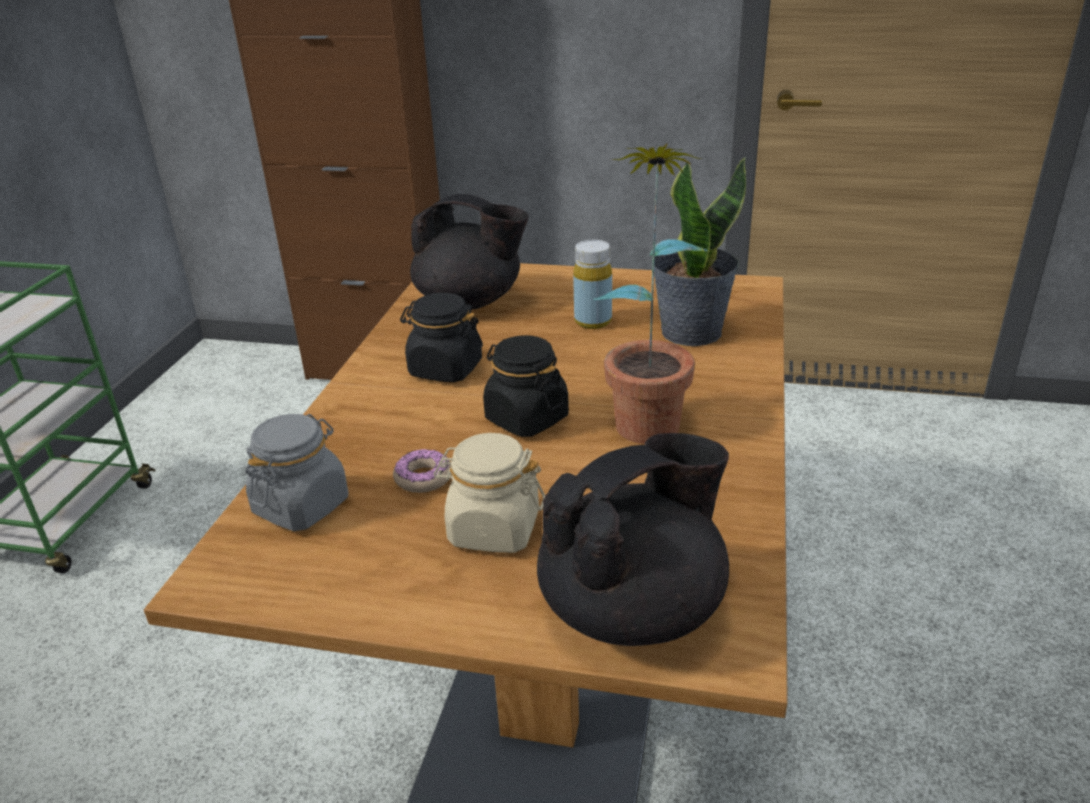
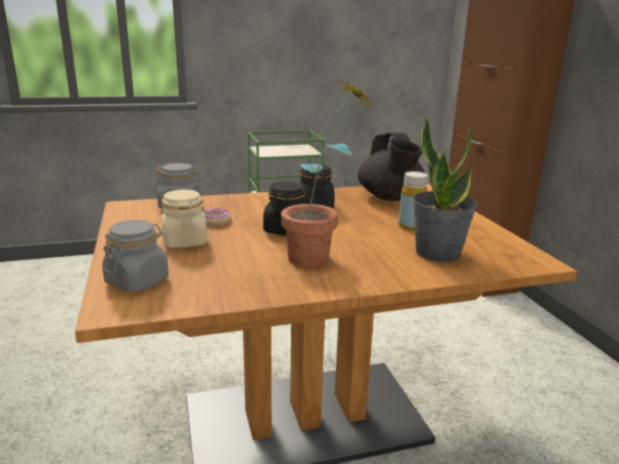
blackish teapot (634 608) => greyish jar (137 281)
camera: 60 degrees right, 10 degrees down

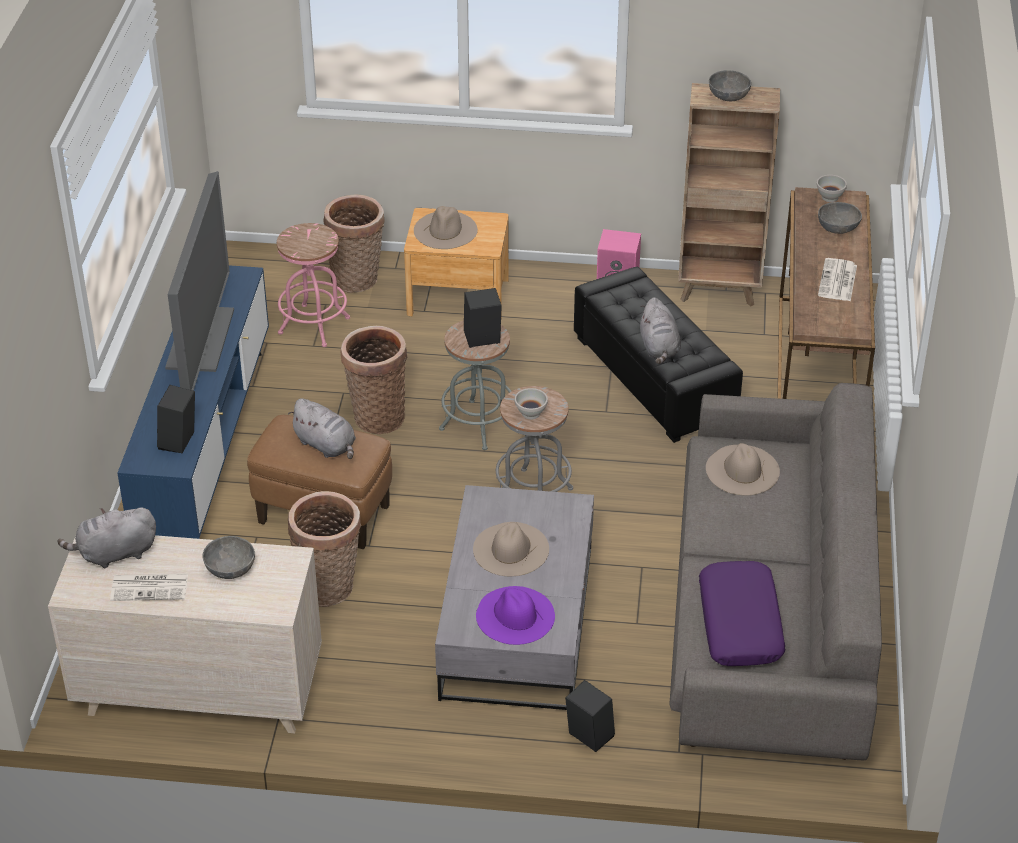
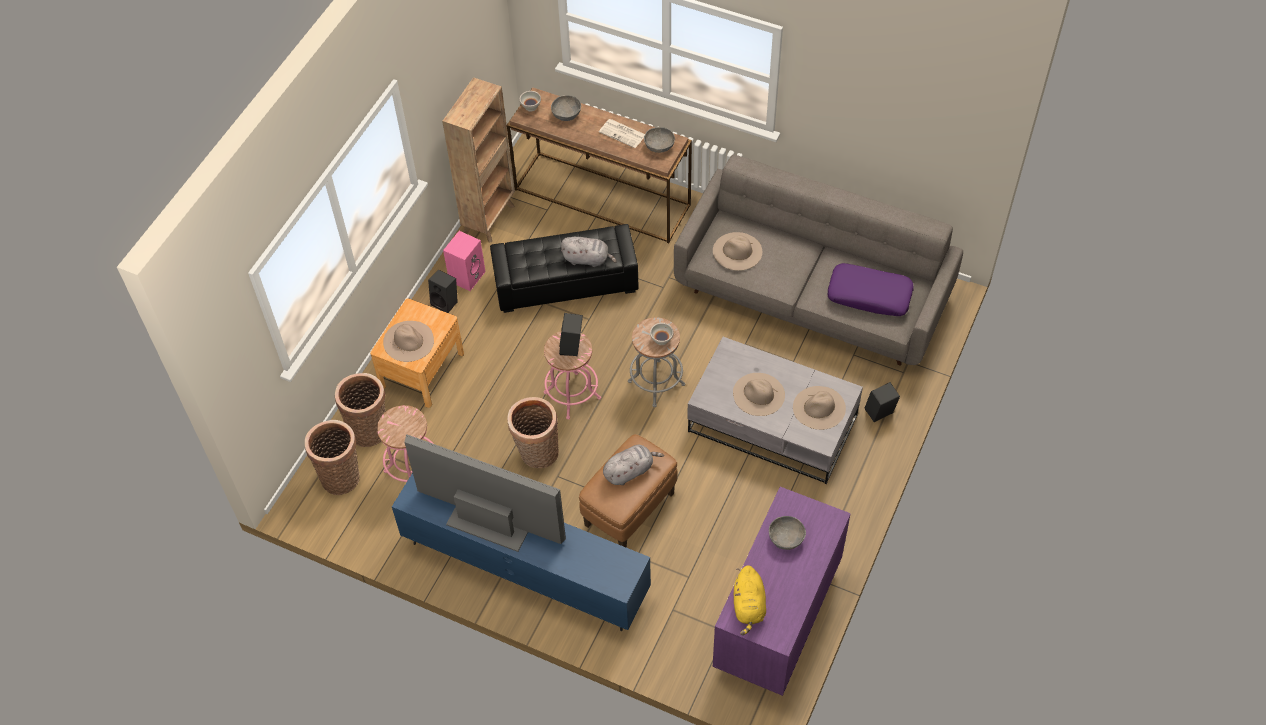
storage basket (329 587) => storage basket (341 476), relocated
blackish speaker (179 442) => blackish speaker (446 302), relocated
greyish stool (478 425) => pinkish stool (572 395)
greyish serving bowl (728 96) => greyish serving bowl (659 146), relocated
beige-coloured dresser (198 692) => purplish dresser (777 620)
greyish plush toy (114 554) => yellow-coloured plush toy (749 606)
purplish wearable hat (515 615) => beige-coloured wearable hat (819 408)
printed paper (151 587) => nothing
camera: 70 degrees left, 15 degrees up

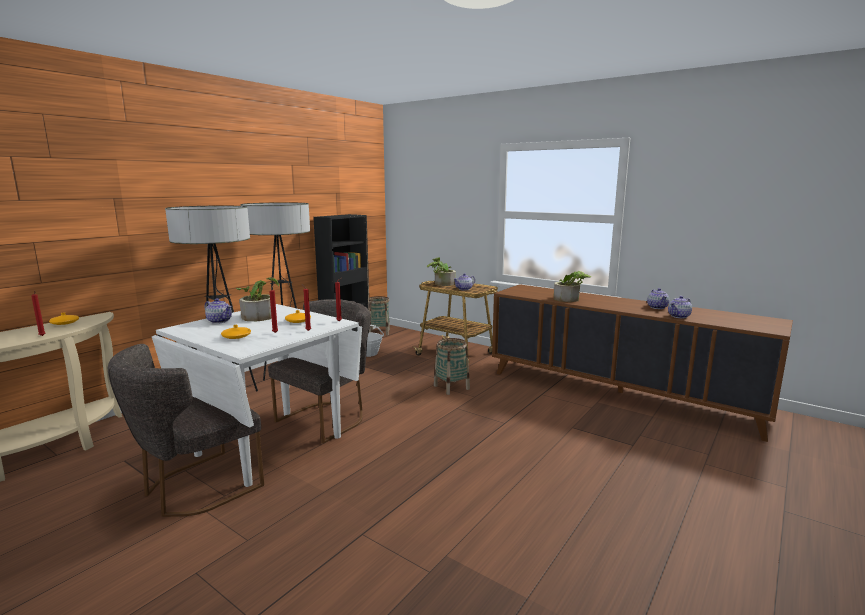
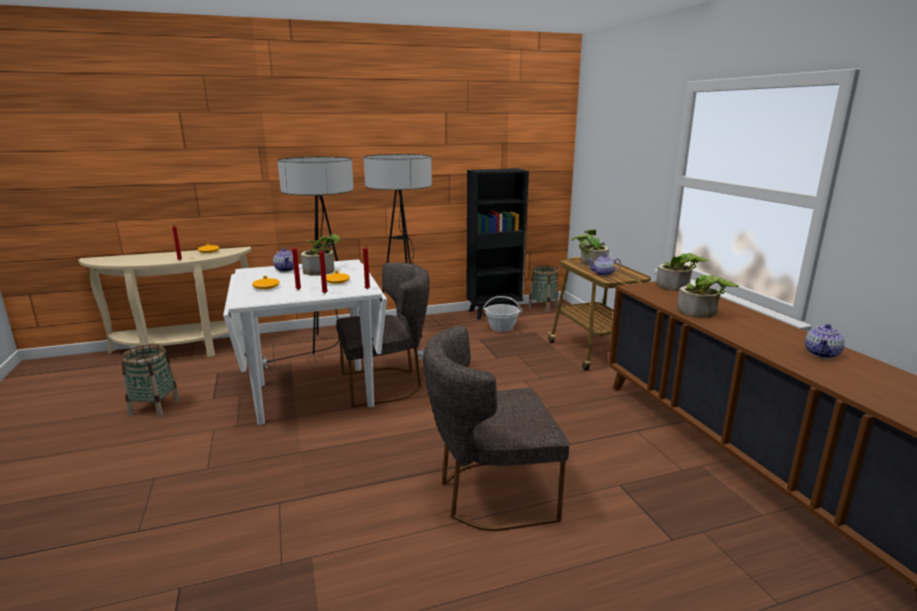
storage basket (451 387) => storage basket (154 407), relocated
greyish upright chair (195 488) => greyish upright chair (489 494), relocated
nothing => plant in a pot (677 287)
teapot (679 316) => nothing
camera: 35 degrees right, 5 degrees up

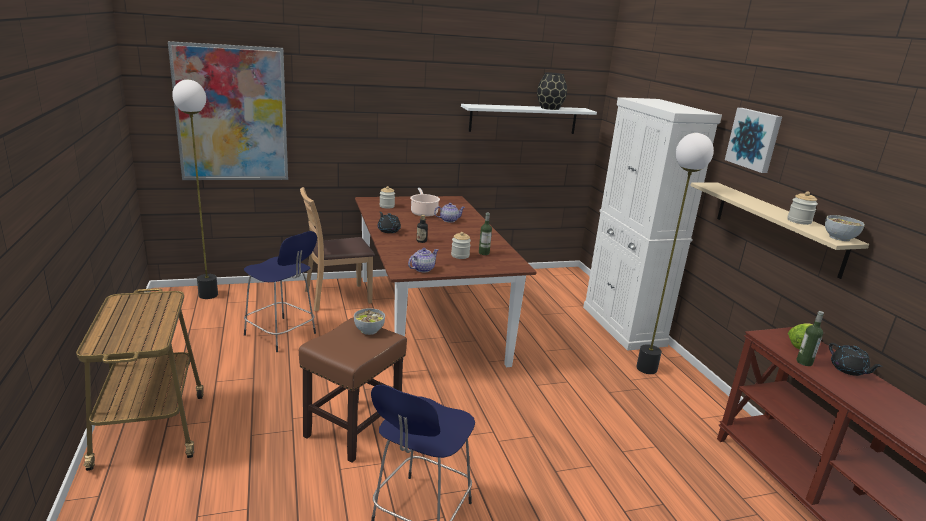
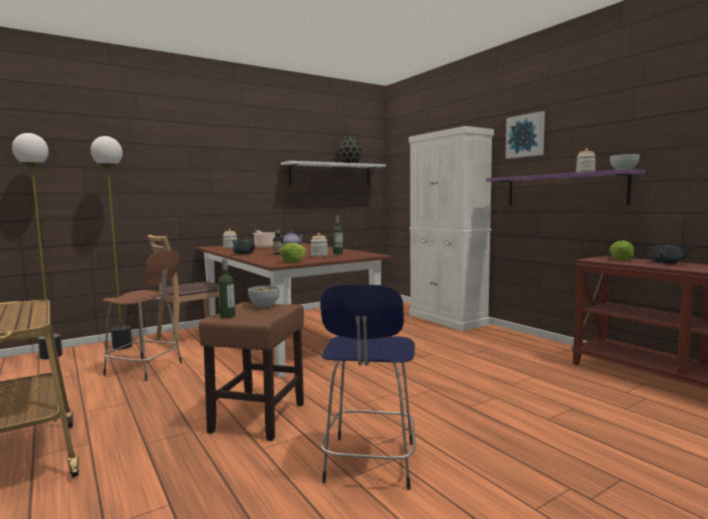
floor lamp (646 369) => floor lamp (122 347), relocated
blue stool (282 335) => brownish stool (146 369)
bottle (804 362) => bottle (227 316), relocated
teapot (422 269) => lettuce (294 261)
beige-coloured bracket shelf (777 227) => purplish bracket shelf (563 190)
wall picture (232 114) => nothing
camera: 15 degrees left, 15 degrees down

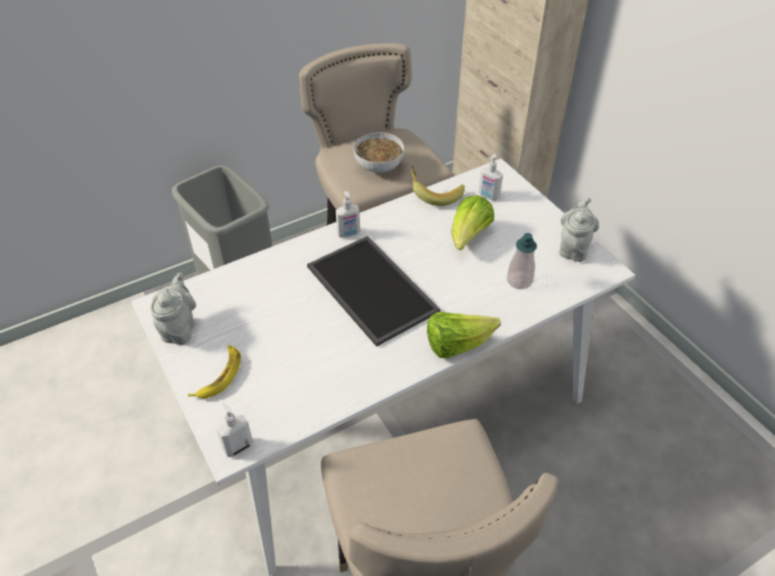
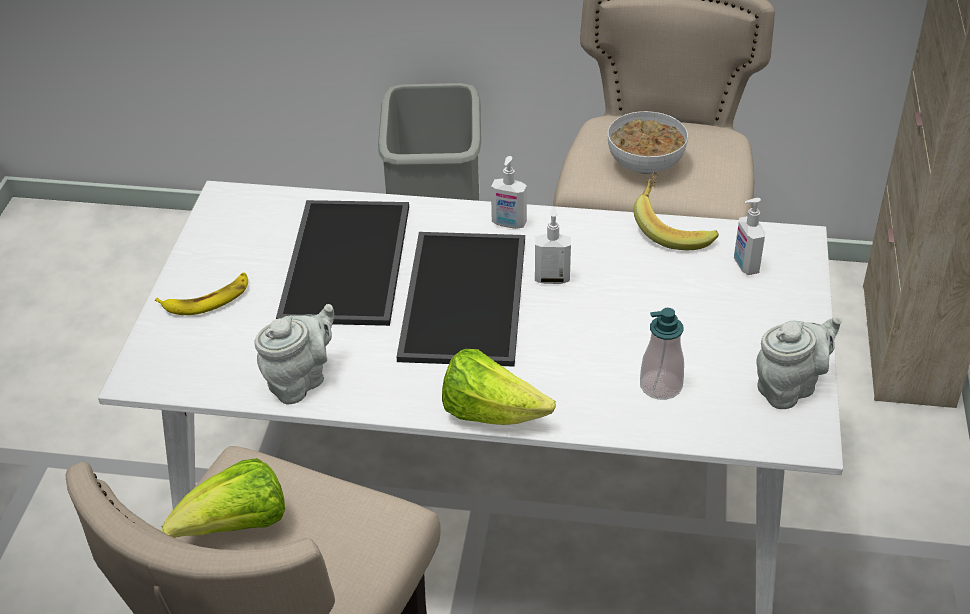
lettuce (469 237) => lettuce (237 527), relocated
greyish teapot (179 328) => greyish teapot (300 381), relocated
nothing => tray (349 263)
liquid soap bottle (238 446) => liquid soap bottle (552 278), relocated
camera: 40 degrees right, 5 degrees down

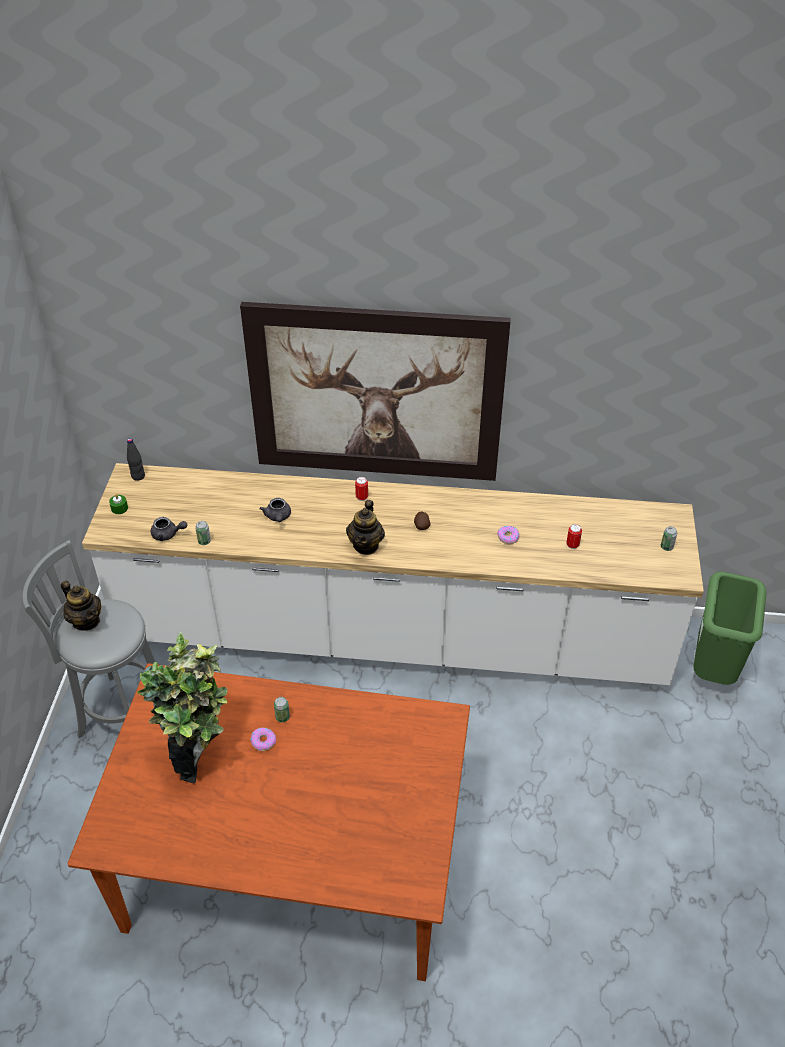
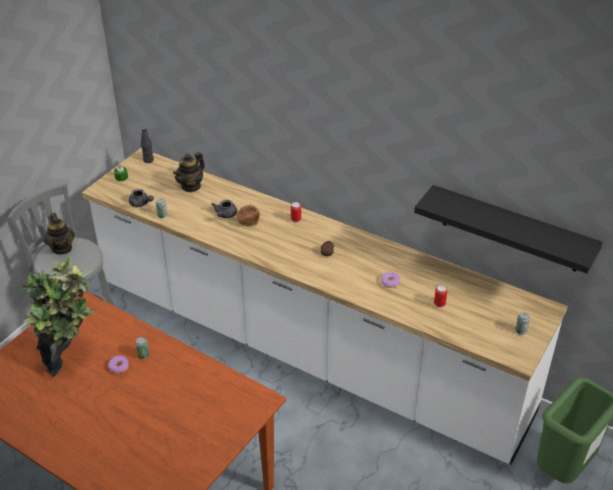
teapot (366 545) => teapot (191 186), relocated
nothing => bakery bread (248 221)
nothing => blackish bracket shelf (511 229)
wall picture (375 394) => nothing
camera: 25 degrees right, 5 degrees down

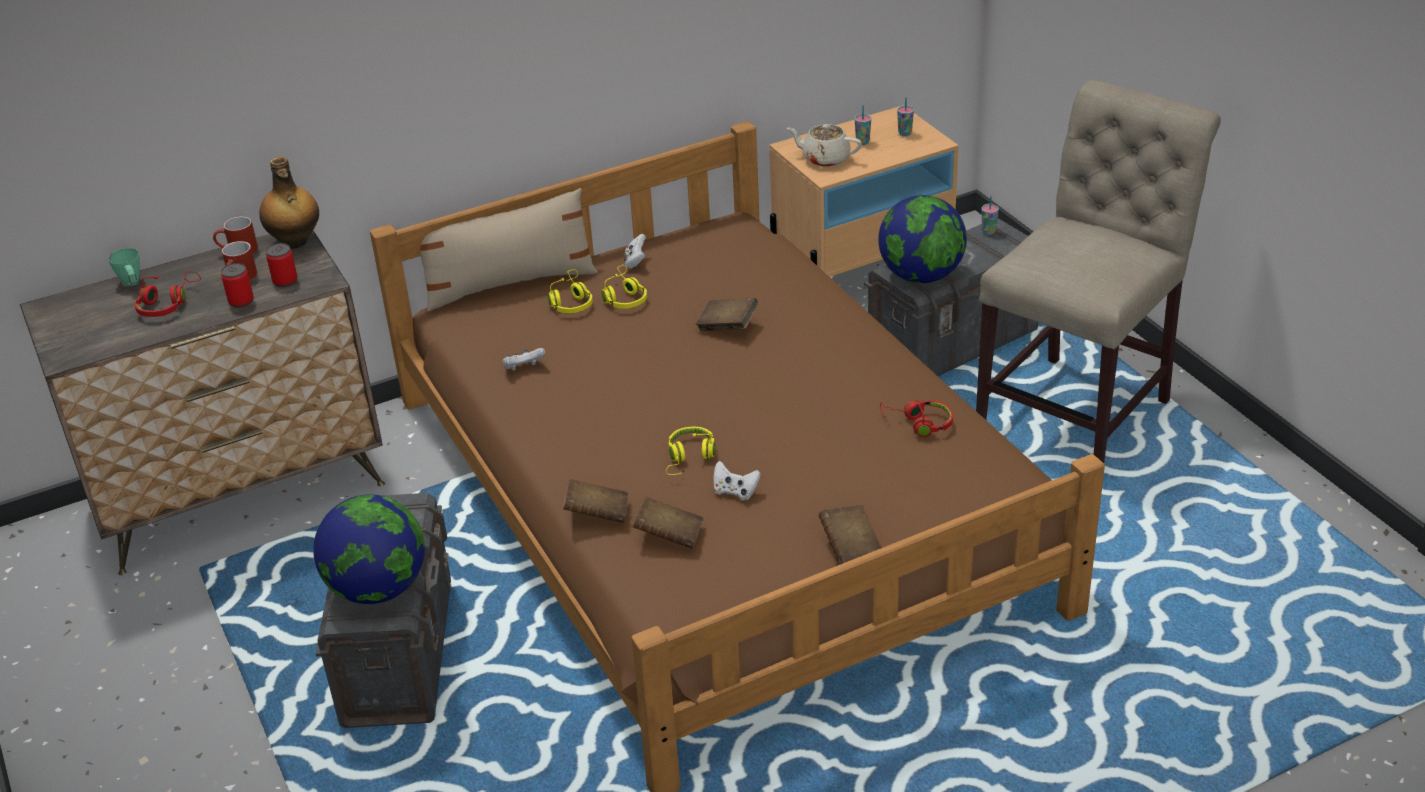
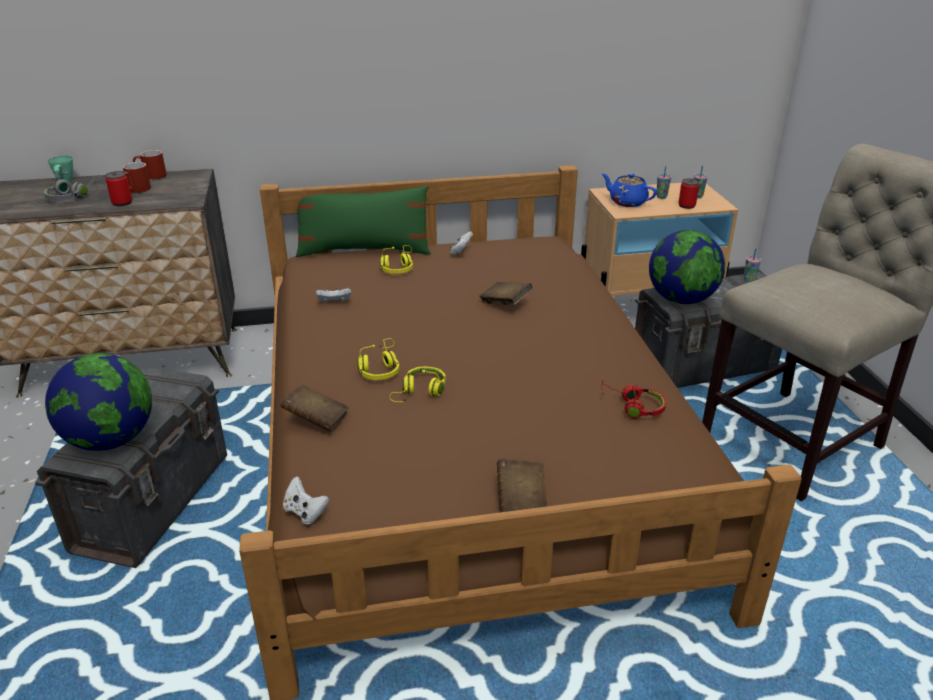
red headphones (167 304) => greyish headphones (73 196)
whitish joypad (735 491) => whitish joypad (305 512), relocated
beige-coloured throw pillow (510 284) => green throw pillow (364 251)
yellow-coloured headphones (624 297) => yellow-coloured headphones (380 368), relocated
beige-coloured teapot (825 158) => blue teapot (627 202)
metal can (285 281) => metal can (686 205), relocated
bottle (295 242) => nothing
brownish bound book (669 536) => nothing
camera: 15 degrees right, 5 degrees down

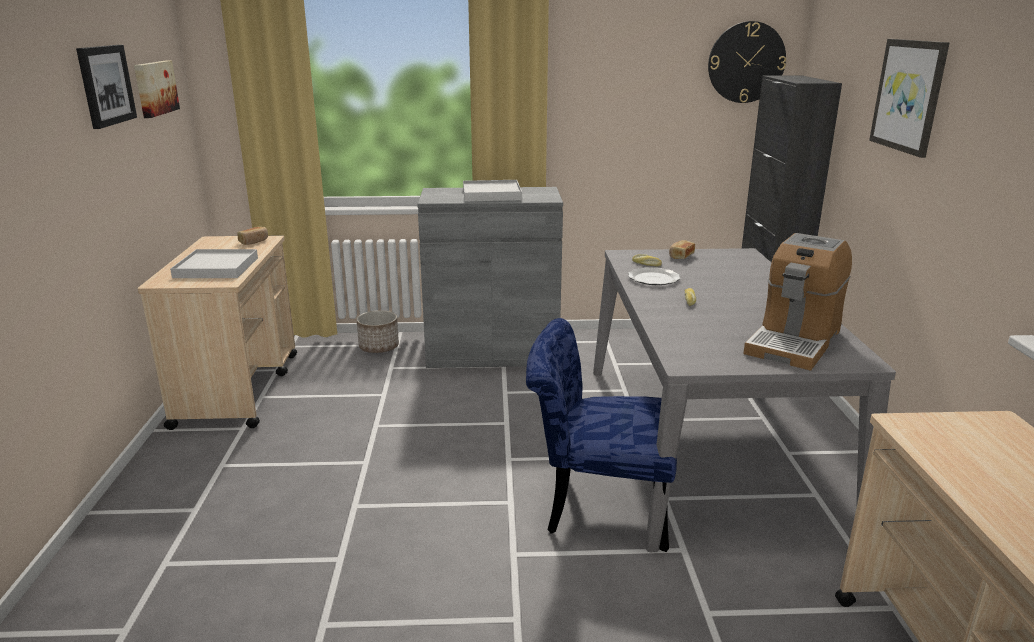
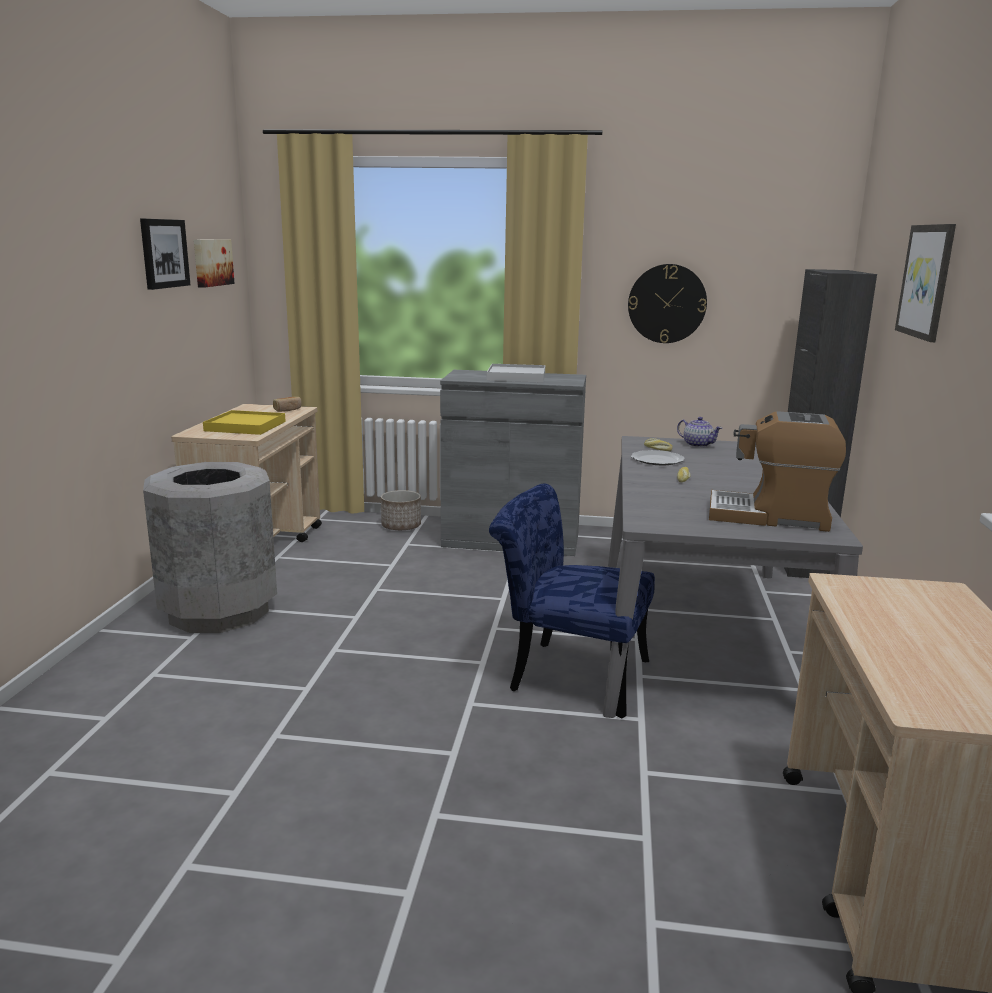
nothing => greyish trash can (219 611)
whitish tray (216 268) => yellow-coloured tray (245 426)
clock on the wall (746 62) => clock on the wall (667 303), relocated
bakery bread (680 256) => teapot (697 445)
coffee brewer (794 341) => coffee brewer (770 516), 60 degrees clockwise
camera: 10 degrees right, 5 degrees down

